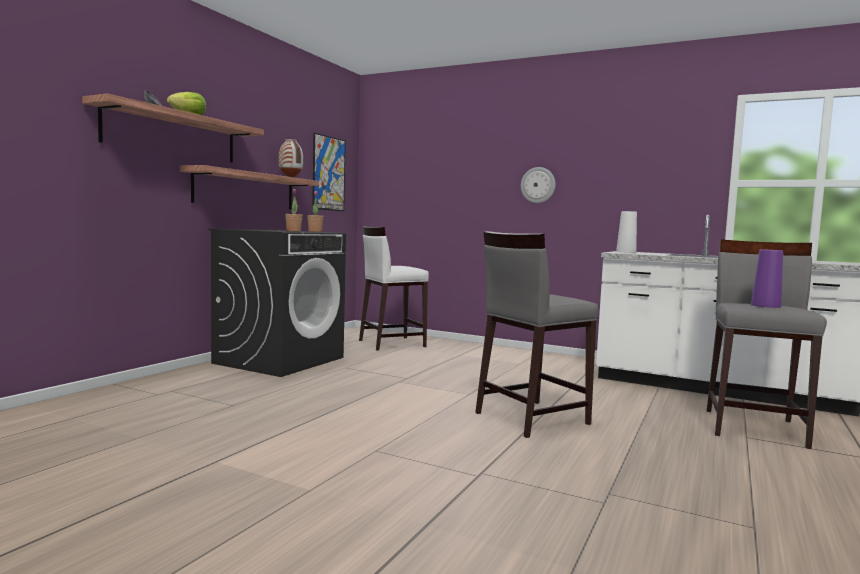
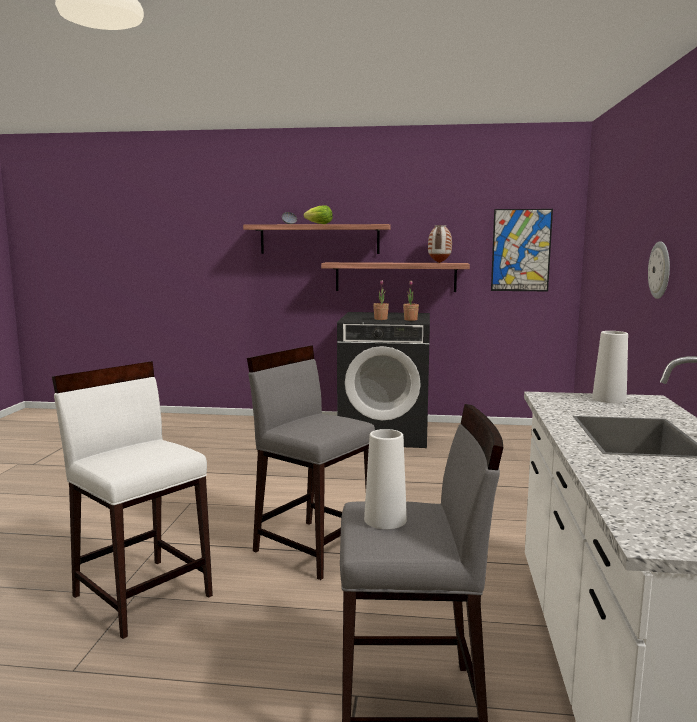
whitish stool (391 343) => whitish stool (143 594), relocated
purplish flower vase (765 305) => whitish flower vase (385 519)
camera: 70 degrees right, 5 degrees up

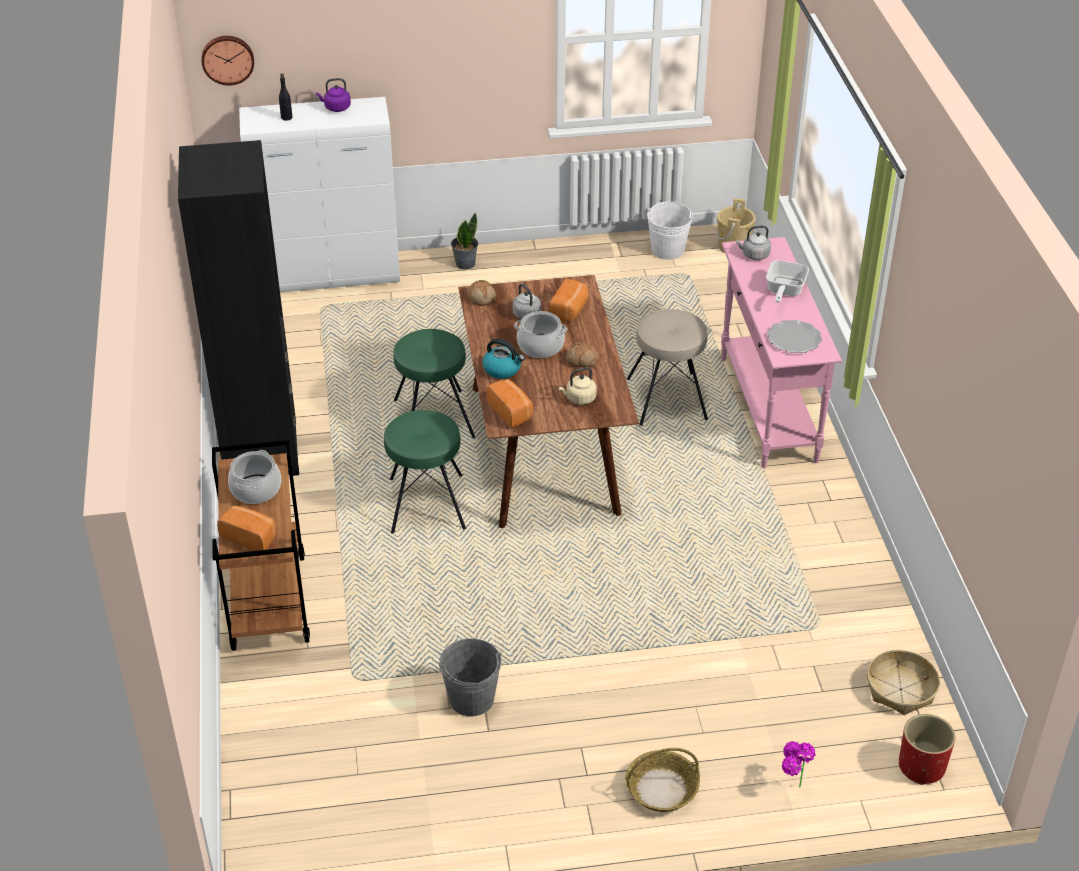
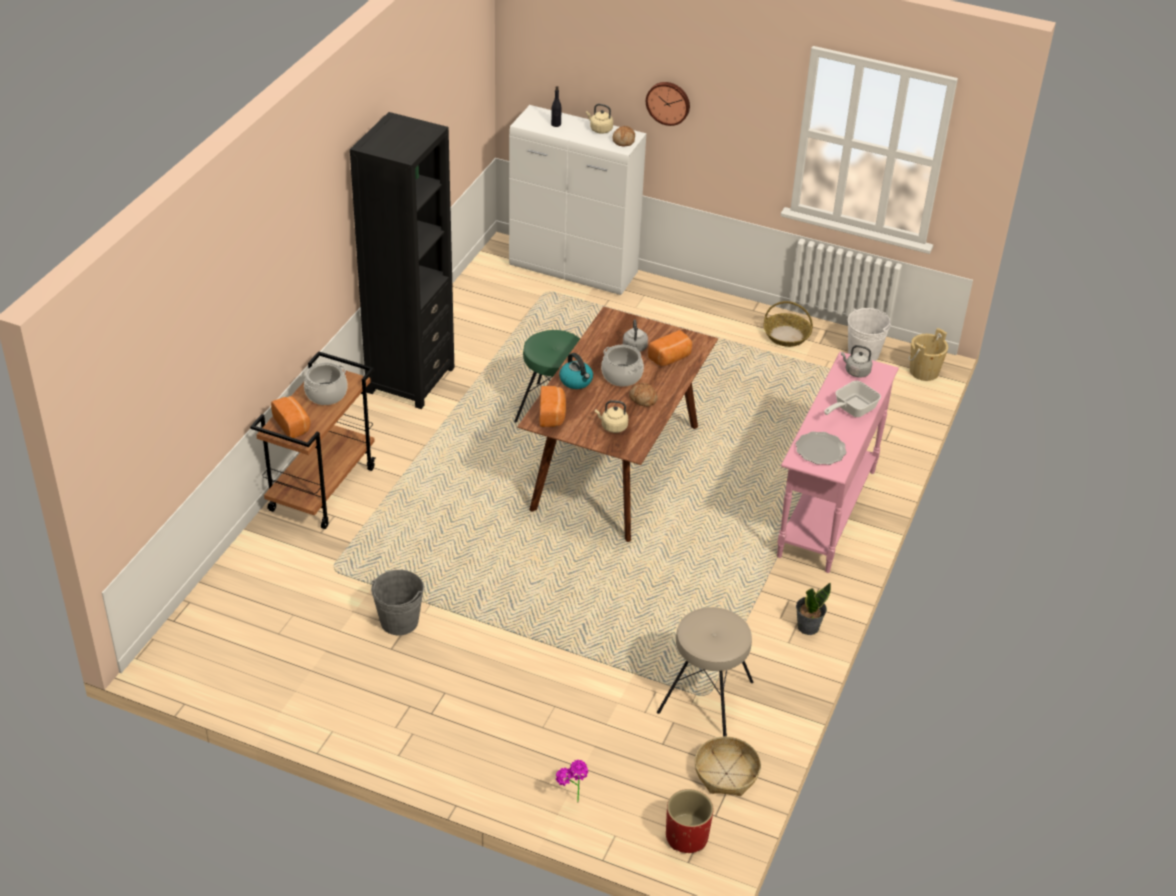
purplish kettle (336 108) => beige-coloured kettle (600 129)
bakery bread (482 298) => bakery bread (624 141), relocated
clock on the wall (227 59) => clock on the wall (668 102), relocated
beige-coloured stool (667 399) => beige-coloured stool (706 697), relocated
storage basket (661 789) => storage basket (786 335), relocated
plant in a pot (465 263) => plant in a pot (807 626), relocated
green stool (426 504) => nothing
camera: 30 degrees right, 0 degrees up

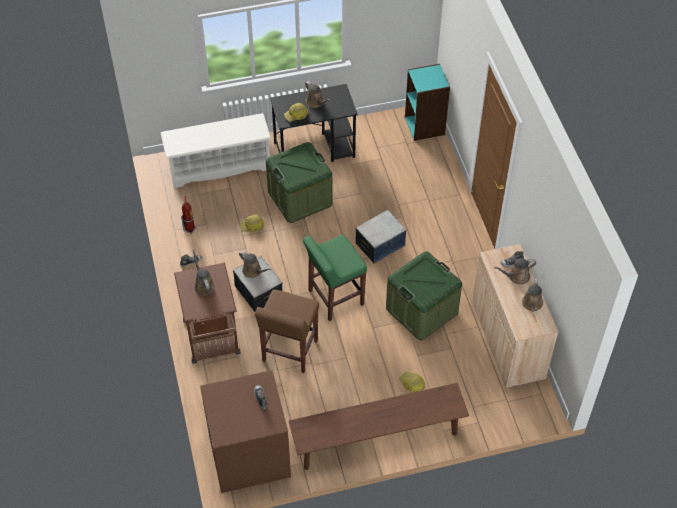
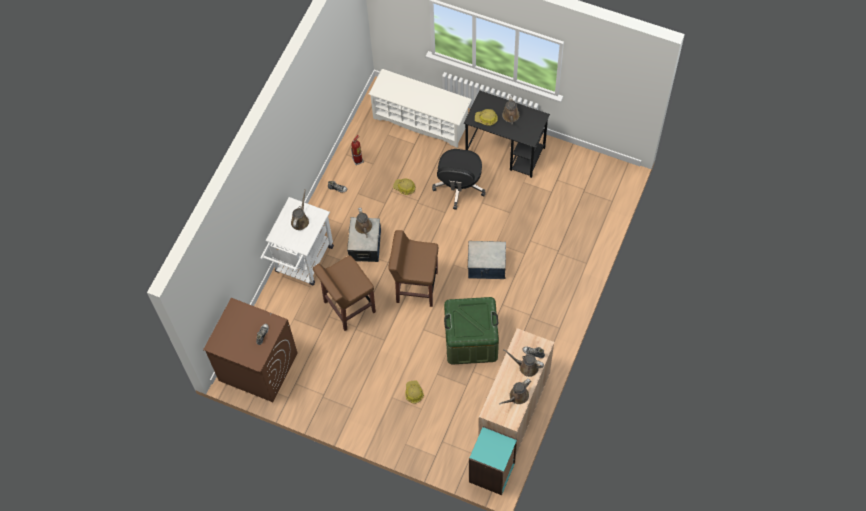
brownish trolley (213 342) => whitish trolley (302 263)
green stool (335 298) => brownish stool (416 287)
green storage bin (300 198) => blackish desk chair (459 186)
turquoise shelving unit (425 126) => turquoise shelving unit (492 473), relocated
brownish bench (377 439) => nothing
camera: 40 degrees right, 10 degrees up

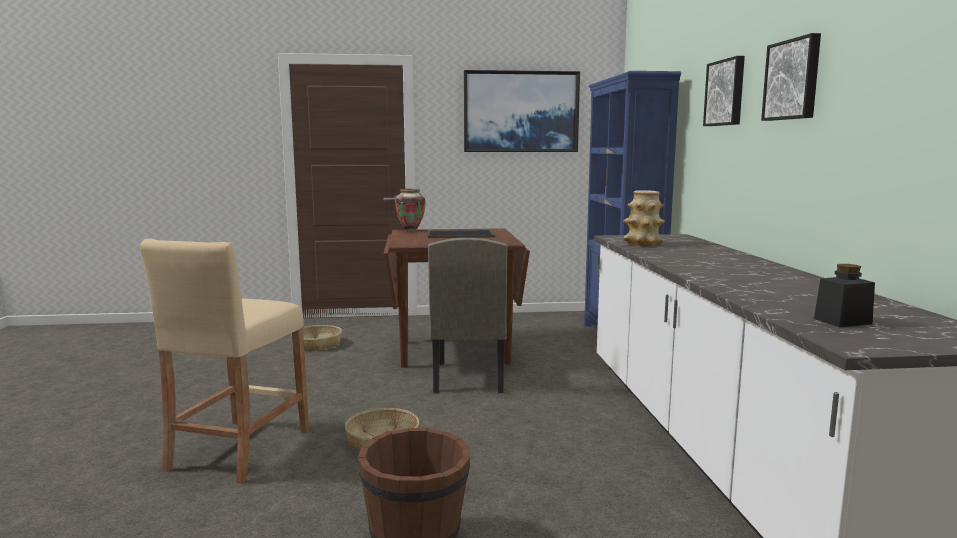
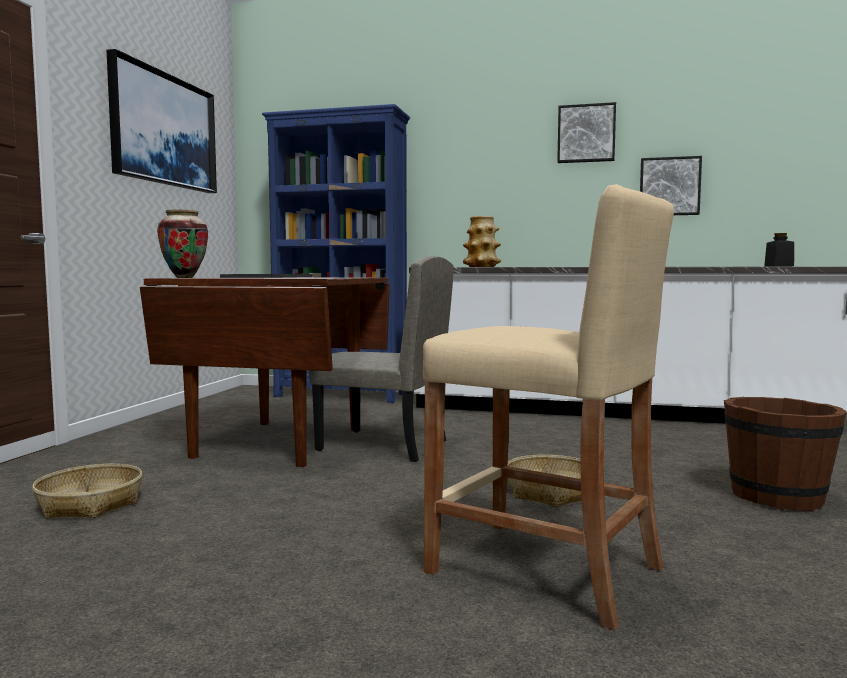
wall picture (726 93) => wall picture (669 186), relocated
camera: 70 degrees left, 5 degrees down

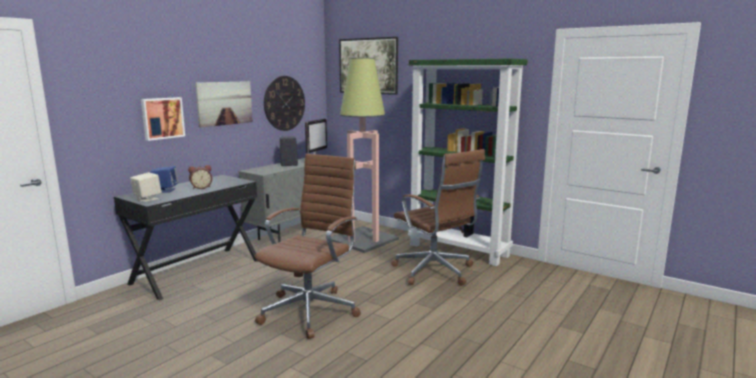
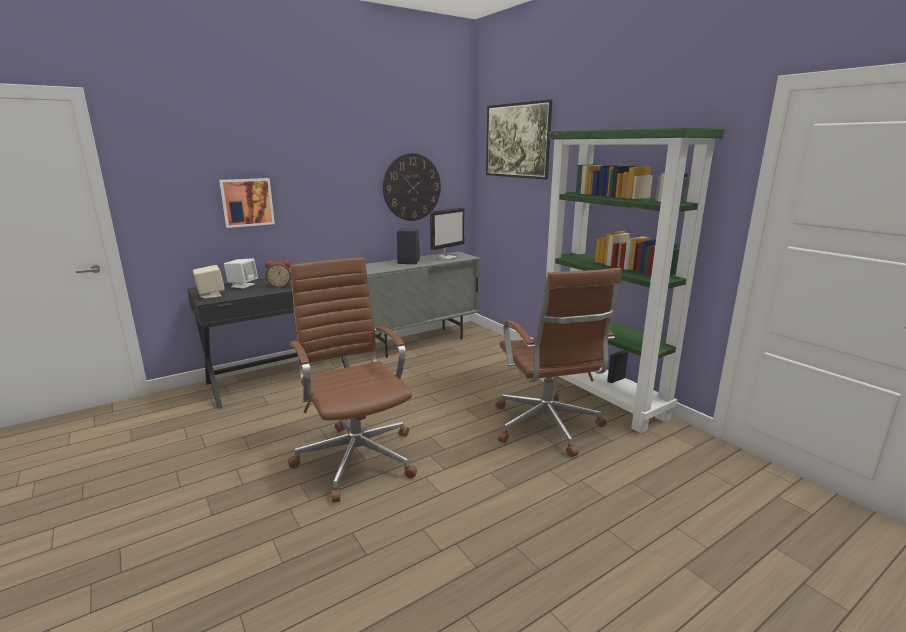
blue speaker (165 190) => whitish speaker (242 285)
brownish desk chair (311 310) => brownish desk chair (356 456), 75 degrees counterclockwise
wall picture (224 103) => nothing
floor lamp (364 240) => nothing
camera: 20 degrees right, 5 degrees up

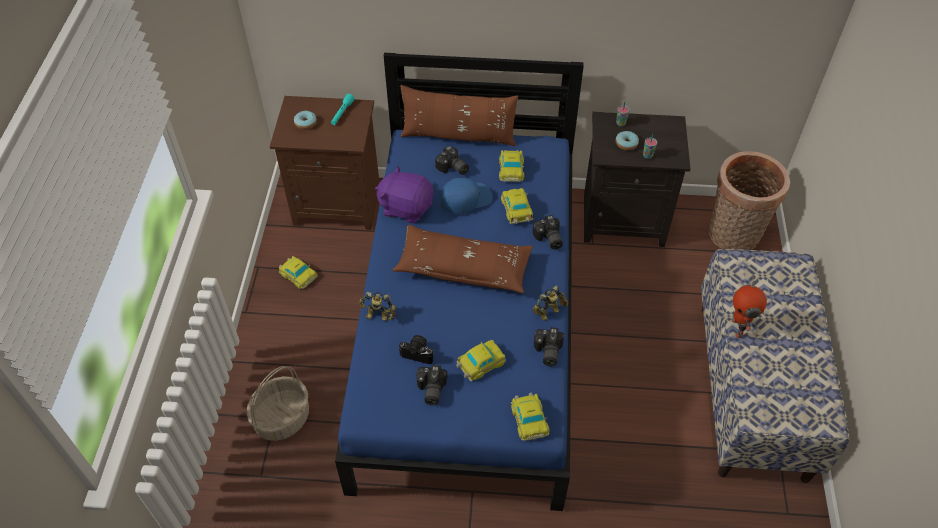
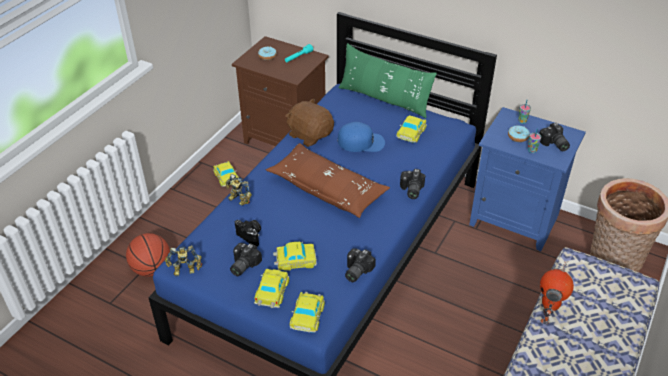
storage basket (282 417) => ball for basketball (151 269)
toy robot (549 313) => toy robot (185 271), relocated
model car (517 210) => model car (271 292), relocated
purplish plush toy (406 207) => brownish plush toy (310 135)
brownish throw pillow (458 136) => green throw pillow (384 99)
blackish nightstand (624 219) => blue nightstand (516 219)
photo camera (452 168) => photo camera (553 144), relocated
camera: 25 degrees right, 10 degrees down

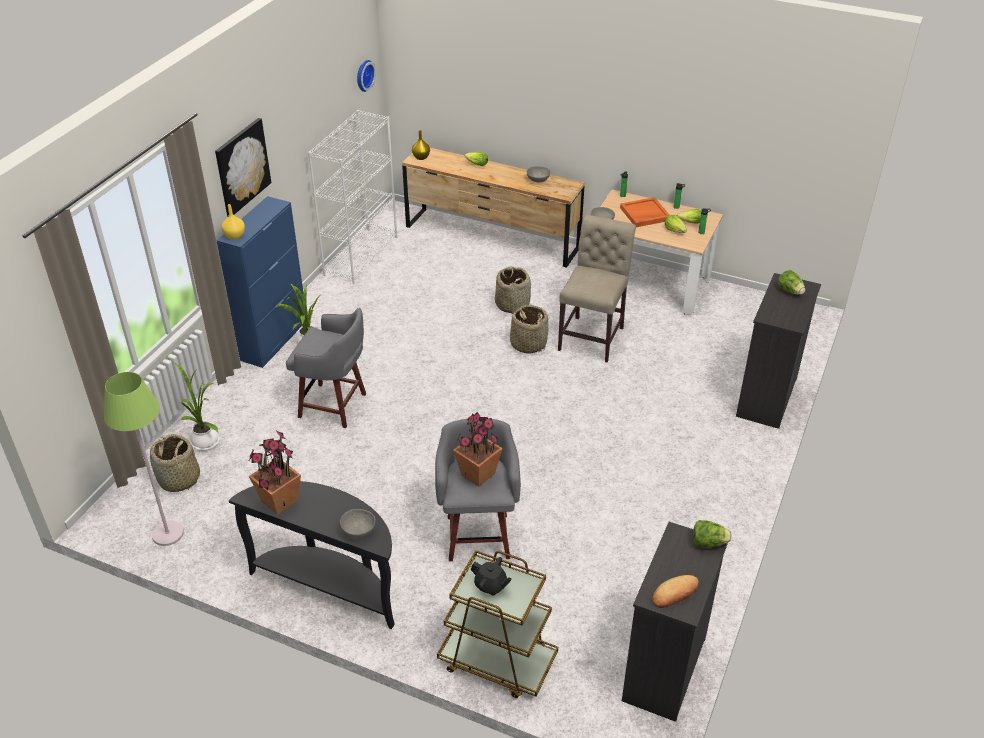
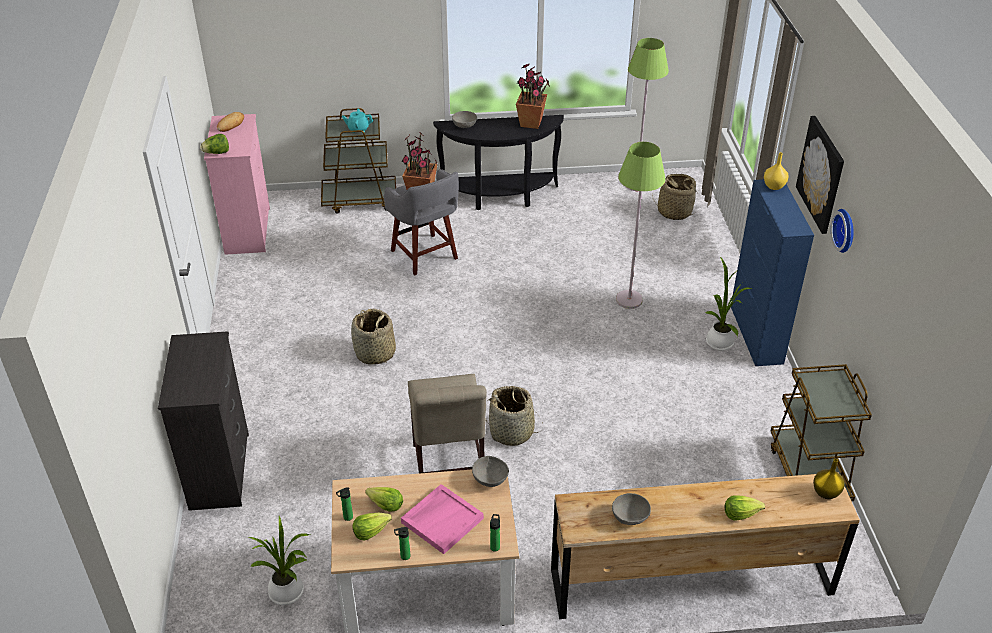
blackish dresser (663 669) => pinkish dresser (248 230)
plant in a pot (204 440) => plant in a pot (289 593), relocated
blackish teapot (490 585) => turquoise teapot (358 129)
storage basket (512 304) => storage basket (375 353), relocated
orange-coloured tray (644 214) => pinkish tray (442 520)
greyish stool (335 406) => green floor lamp (629 300)
whitish shelving unit (361 255) => brownish trolley (808 472)
clock on the wall (363 75) => clock on the wall (846 230), relocated
lettuce (790 291) => nothing
camera: 150 degrees right, 0 degrees up

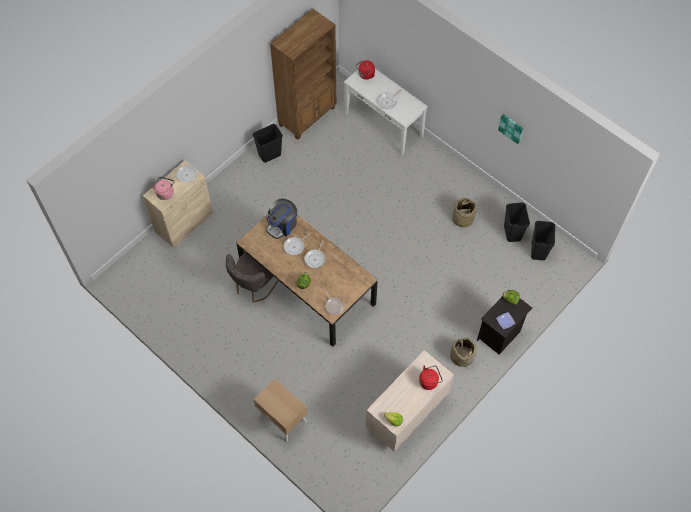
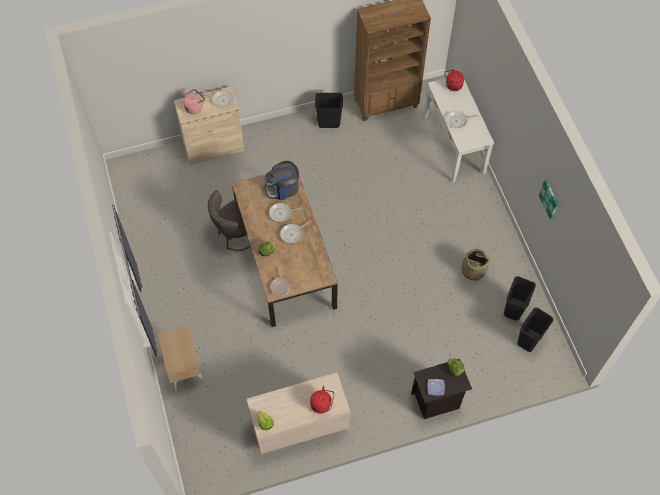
storage basket (461 356) => nothing
camera: 30 degrees right, 0 degrees up

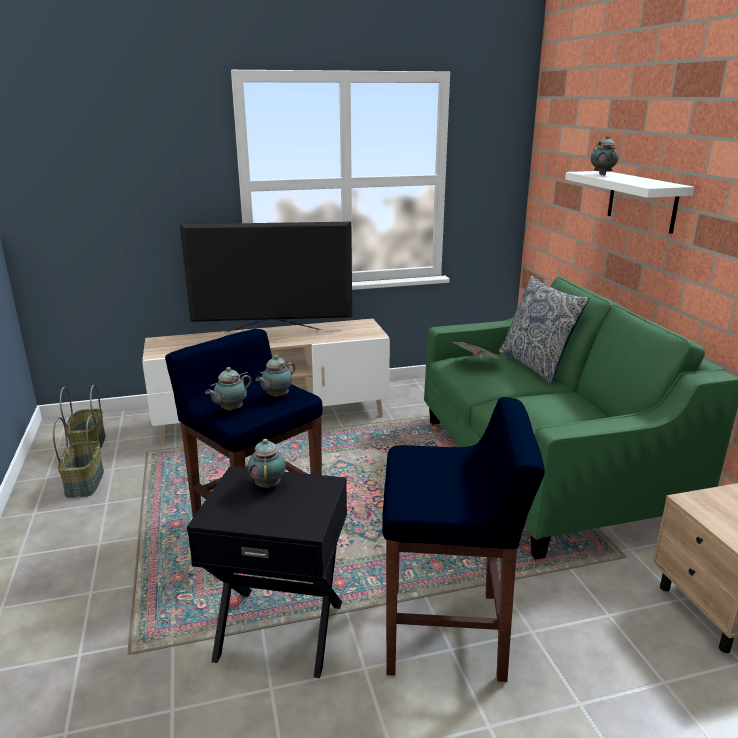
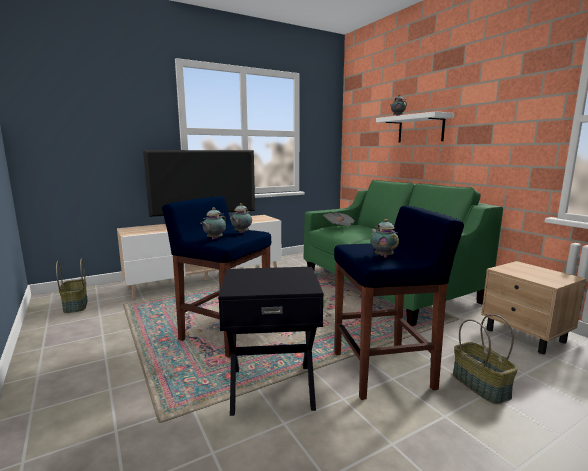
teapot (268 484) => teapot (383 256), relocated
storage basket (85 483) => storage basket (481 386), relocated
throw pillow (536 365) => nothing
camera: 15 degrees left, 10 degrees down

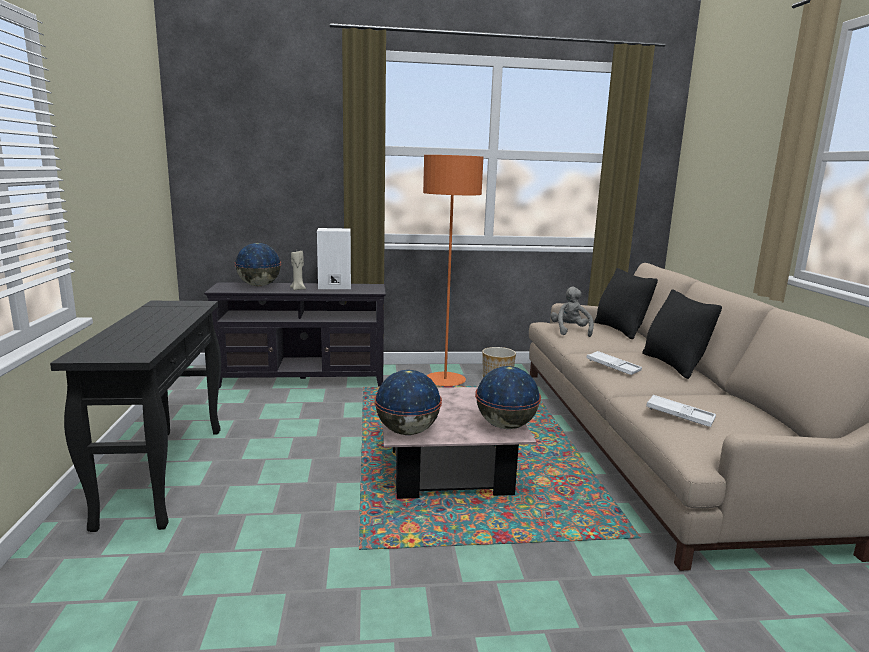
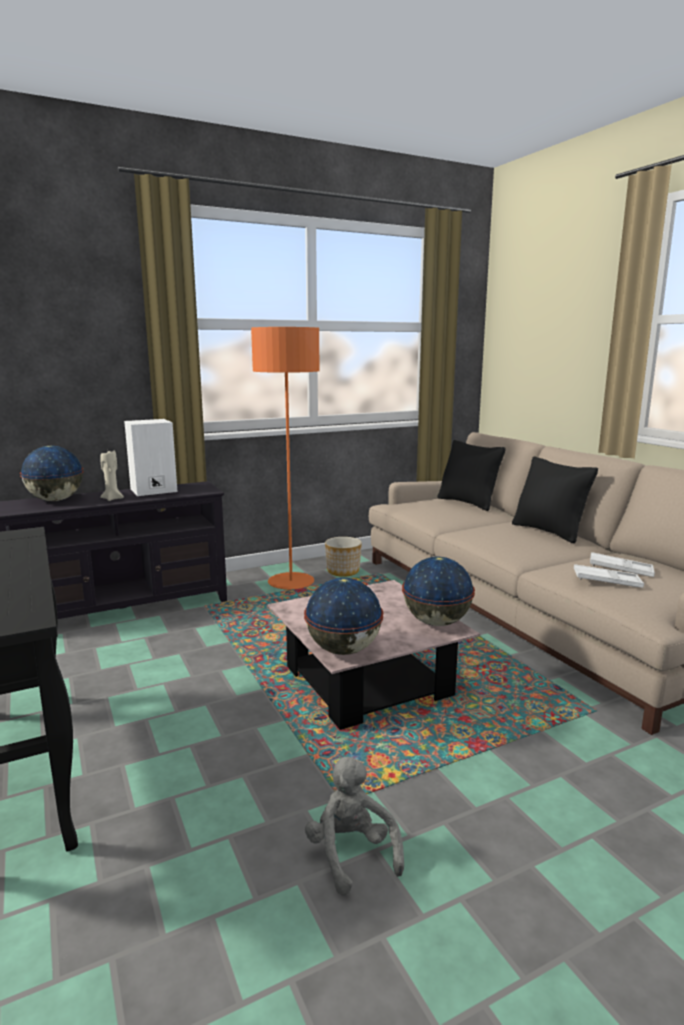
greyish plush toy (570 331) => greyish plush toy (351 854), relocated
whitish tray (613 367) => whitish tray (620 569), relocated
camera: 20 degrees left, 0 degrees up

